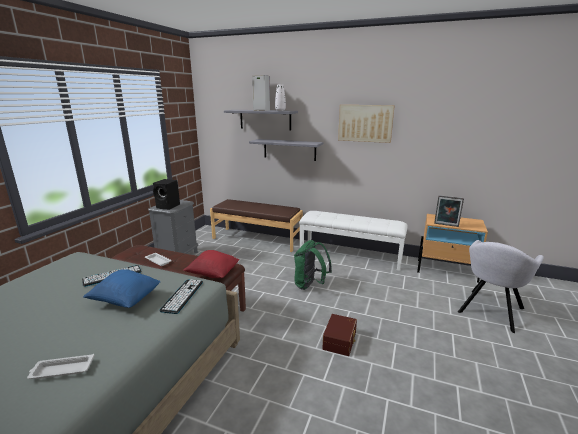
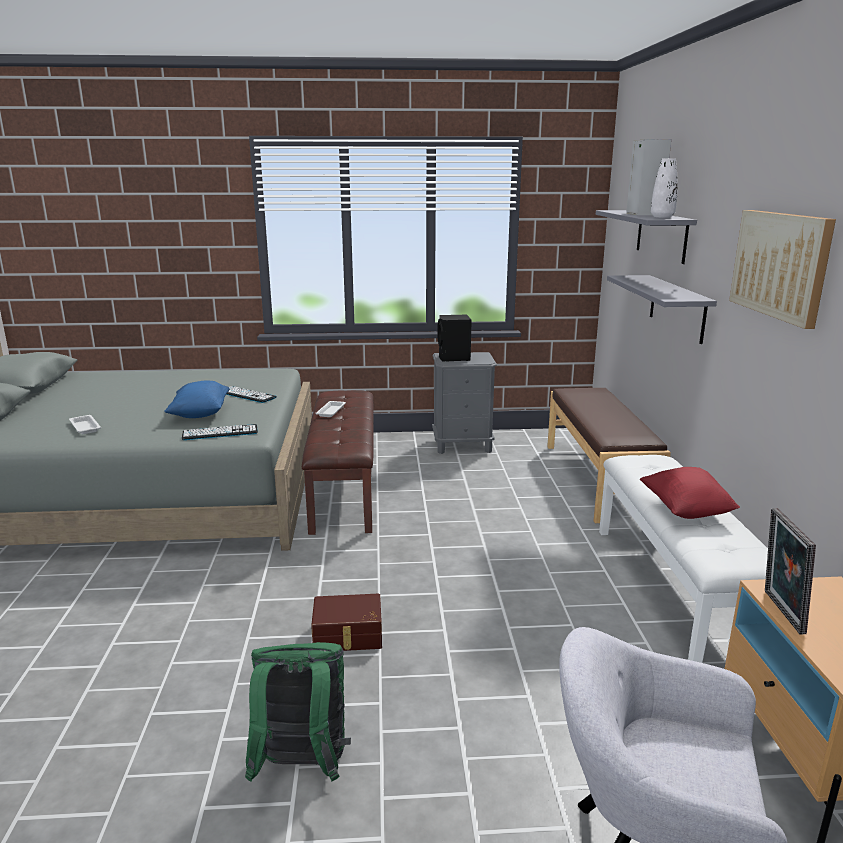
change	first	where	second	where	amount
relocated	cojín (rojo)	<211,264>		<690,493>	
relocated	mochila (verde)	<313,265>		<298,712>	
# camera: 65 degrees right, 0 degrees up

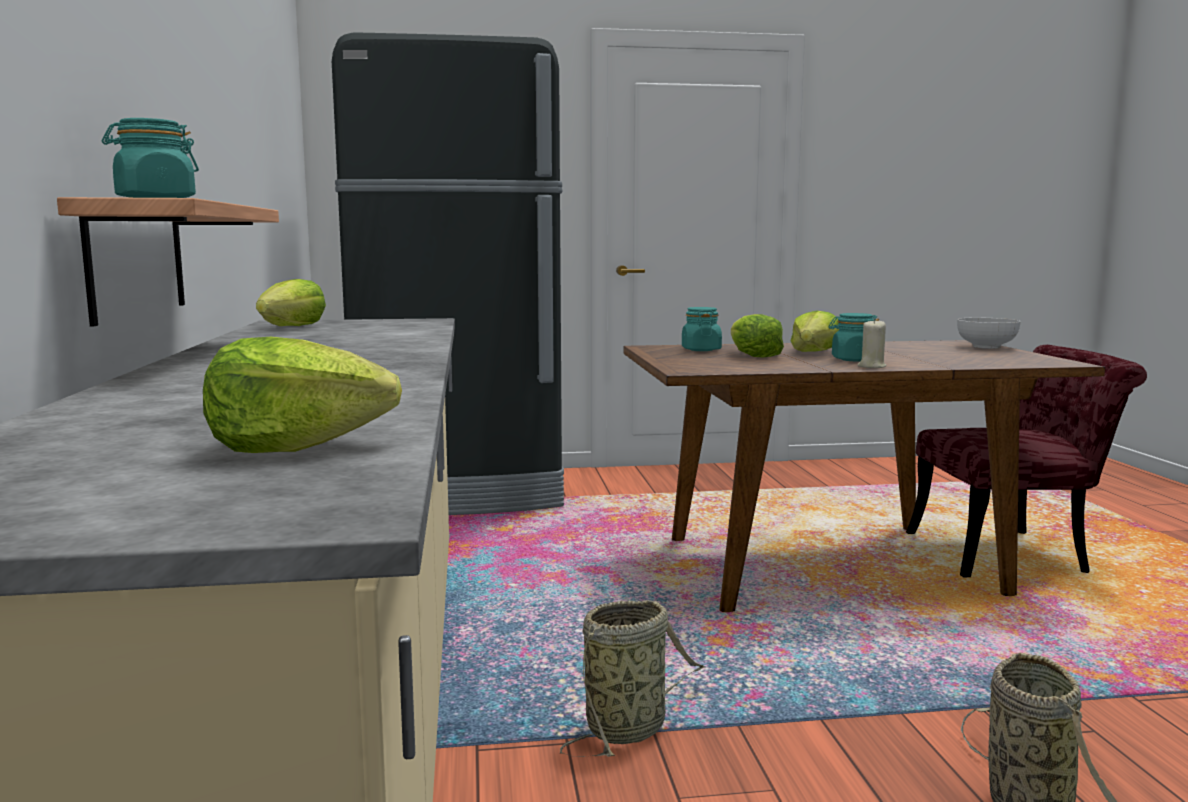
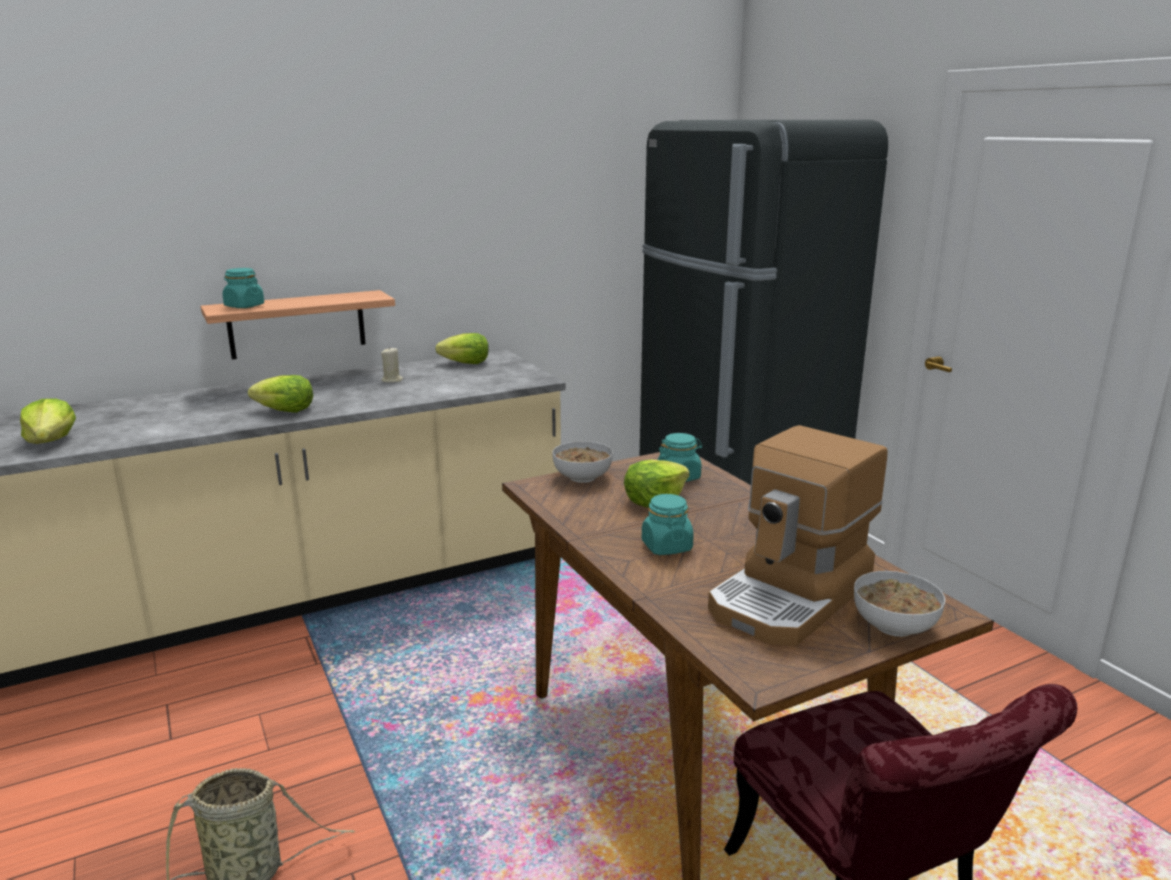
change	first	where	second	where	amount
missing	cesta	<632,678>			
relocated	lechuga	<815,331>		<280,394>	
relocated	vela (beis)	<872,343>		<392,365>	
appeared			cuenco	<582,462>	
appeared			cafetera	<798,535>	
# camera: 70 degrees right, 10 degrees up

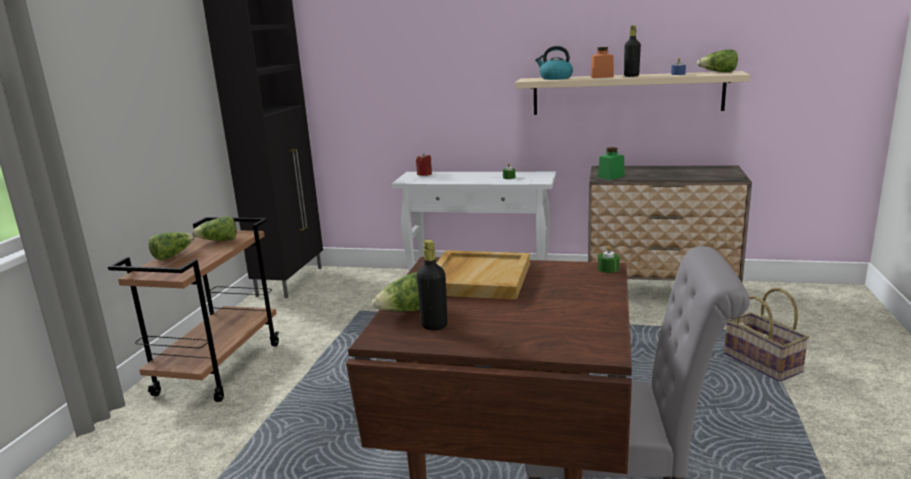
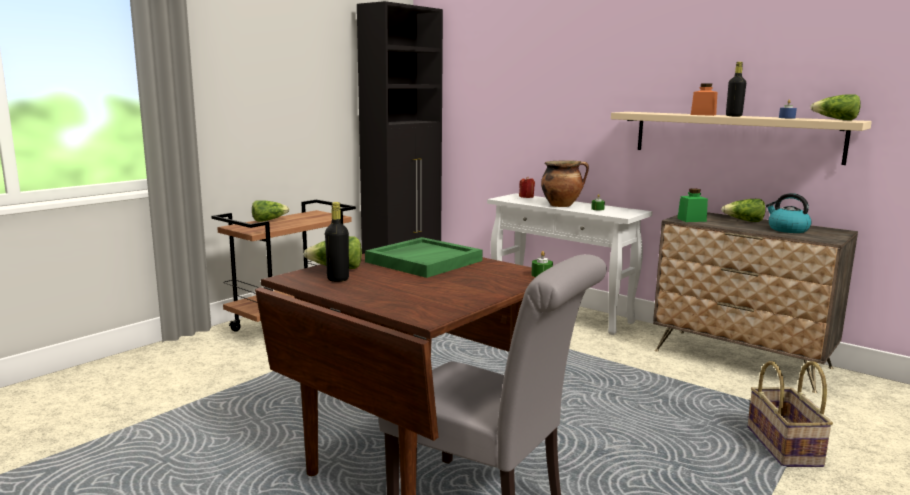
change	first	where	second	where	amount
relocated	lechuga	<214,228>		<743,210>	
colour	bandeja (beis)	<483,275>	bandeja (verde)	<424,257>	
relocated	hervidor	<554,63>		<789,213>	
appeared			olla	<565,183>	
# camera: 25 degrees right, 5 degrees down

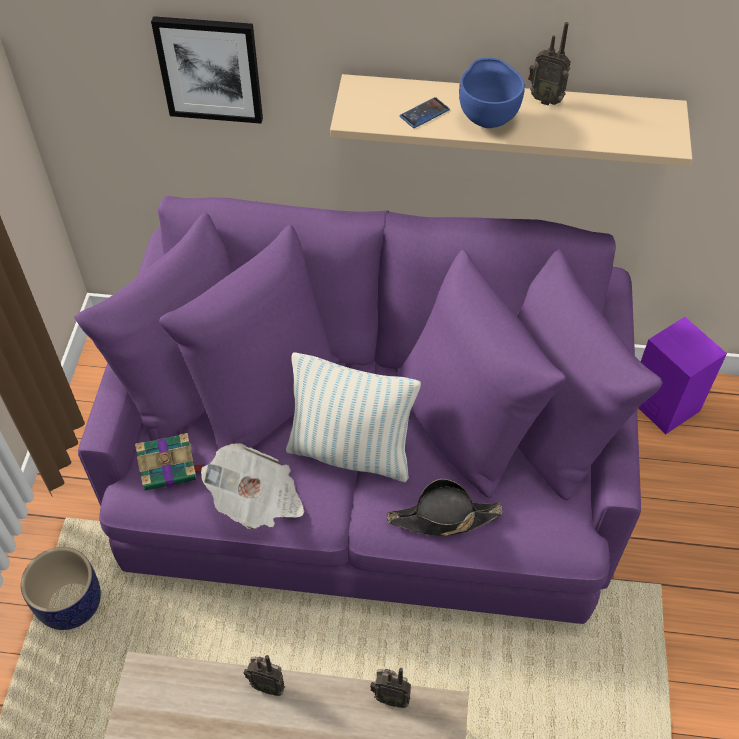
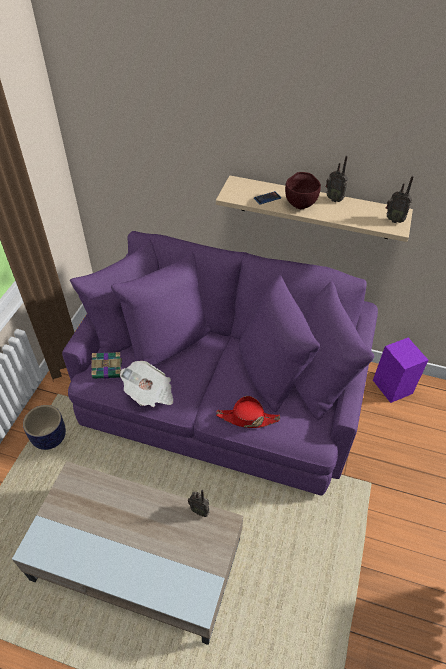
change	first	where	second	where	amount
missing	cuadro	<207,70>			
relocated	radio	<264,675>		<400,199>	
missing	cojín	<353,417>			
colour	sombrero (negro)	<445,507>	sombrero (rojo)	<248,412>	
colour	cuenco (azul)	<492,93>	cuenco (marrón)	<303,190>	
# camera: 10 degrees right, 5 degrees down

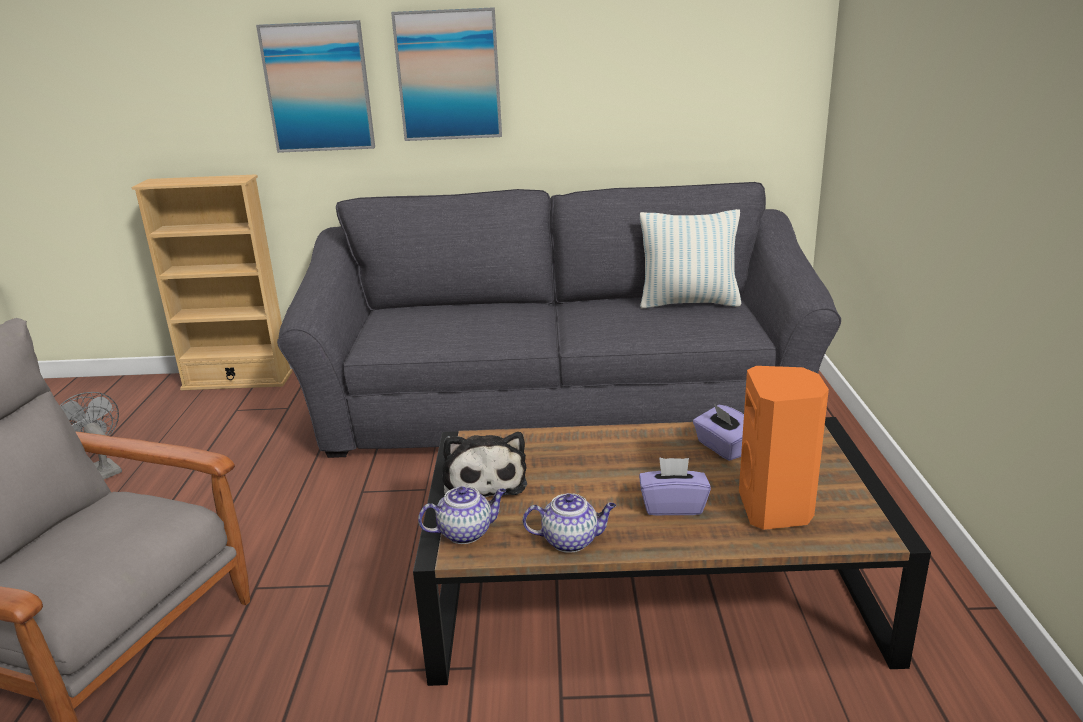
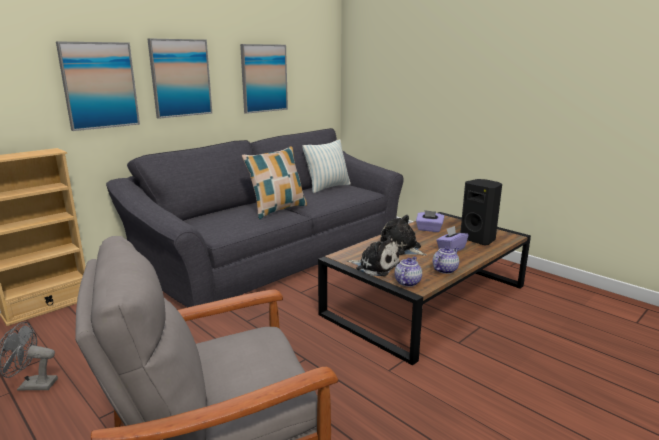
change	first	where	second	where	amount
colour	altavoz (naranja)	<784,448>	altavoz (negro)	<481,212>	
appeared			cuadro	<264,79>	
appeared			cojín	<274,182>	
appeared			peluche	<403,235>	
# camera: 45 degrees left, 5 degrees down

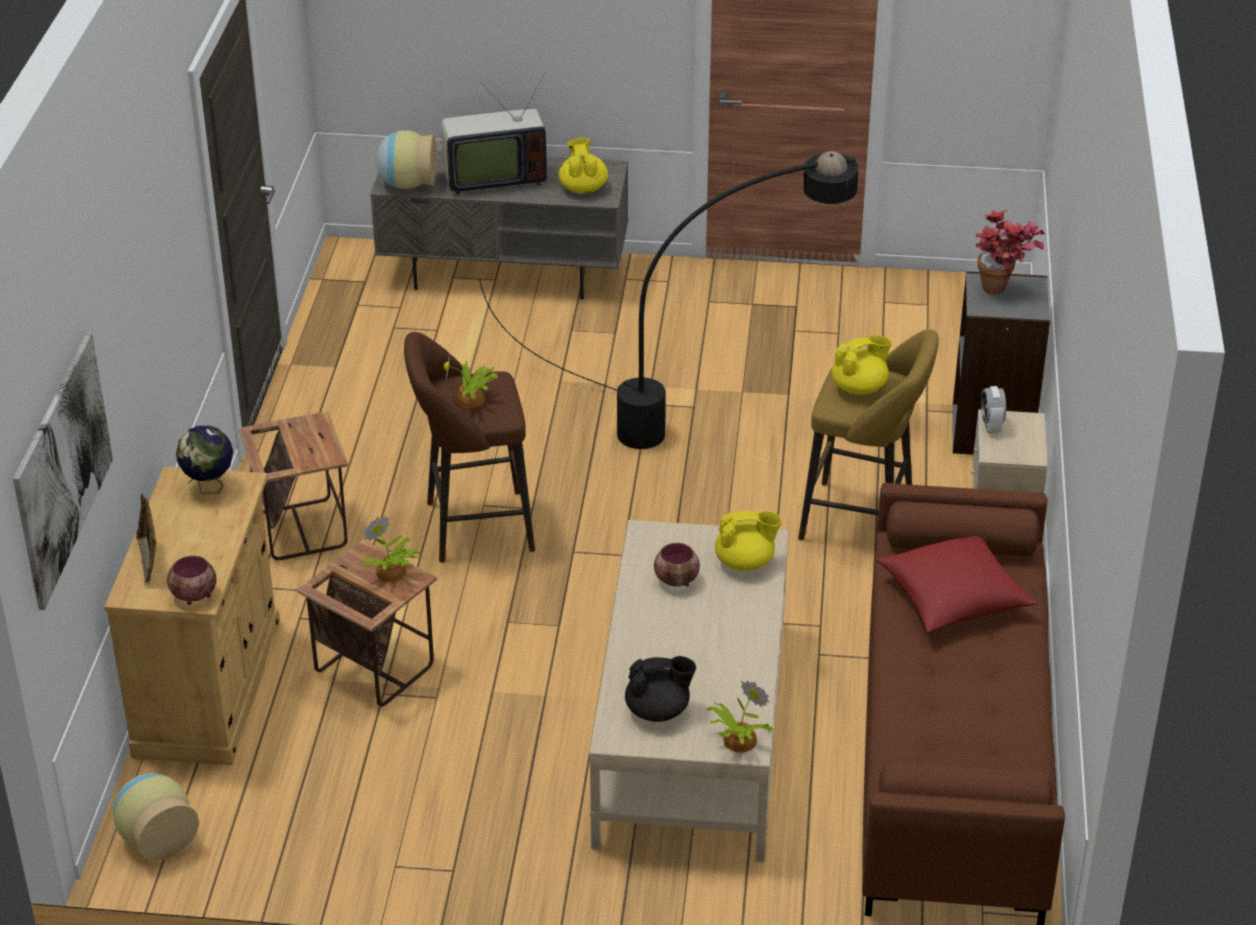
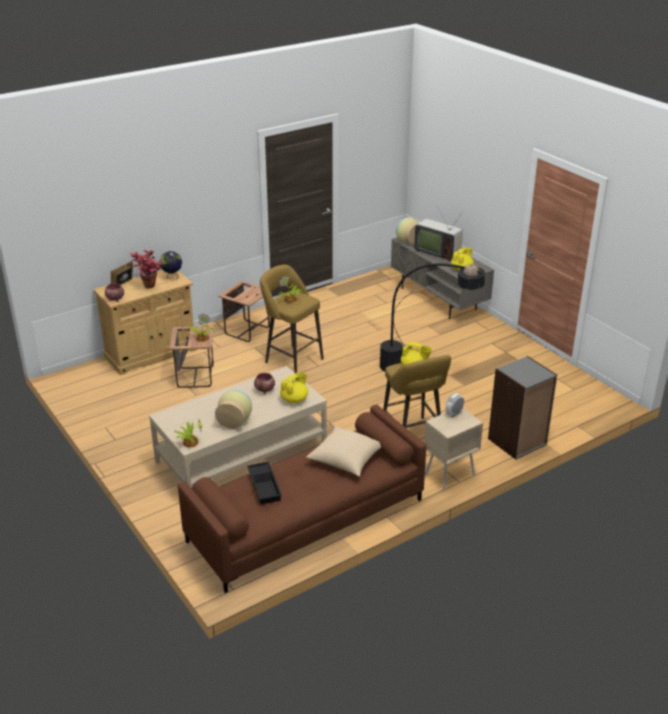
change	first	where	second	where	amount
missing	cuadro	<63,471>			
relocated	florero	<156,817>		<233,409>	
colour	taburete (marrón)	<469,447>	taburete (amarillo)	<292,318>	
missing	tetera (negro)	<660,689>			
spun	tetera (amarillo)	<748,541>		<294,387>	90 degrees counterclockwise
colour	cojín (rojo)	<956,584>	cojín (beis)	<343,451>	
relocated	planta en maceta	<1009,252>		<146,269>	
appeared			bandeja (negro)	<264,482>	
# camera: 50 degrees right, 5 degrees down

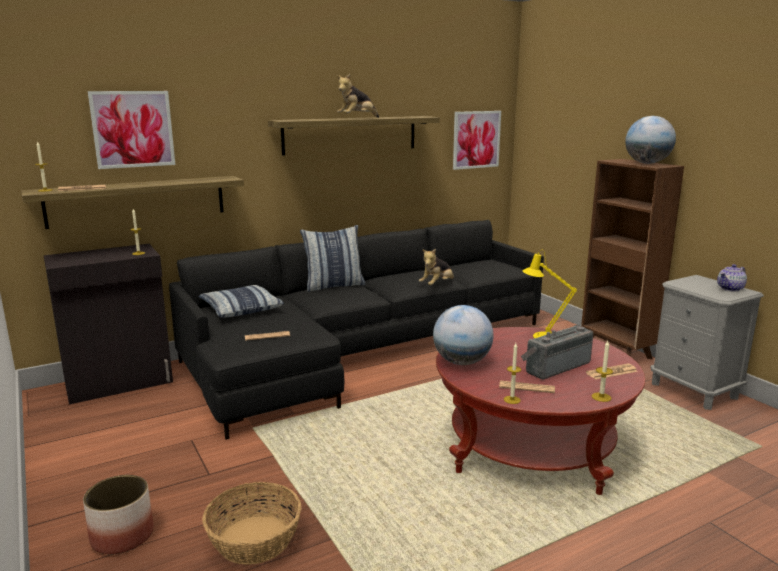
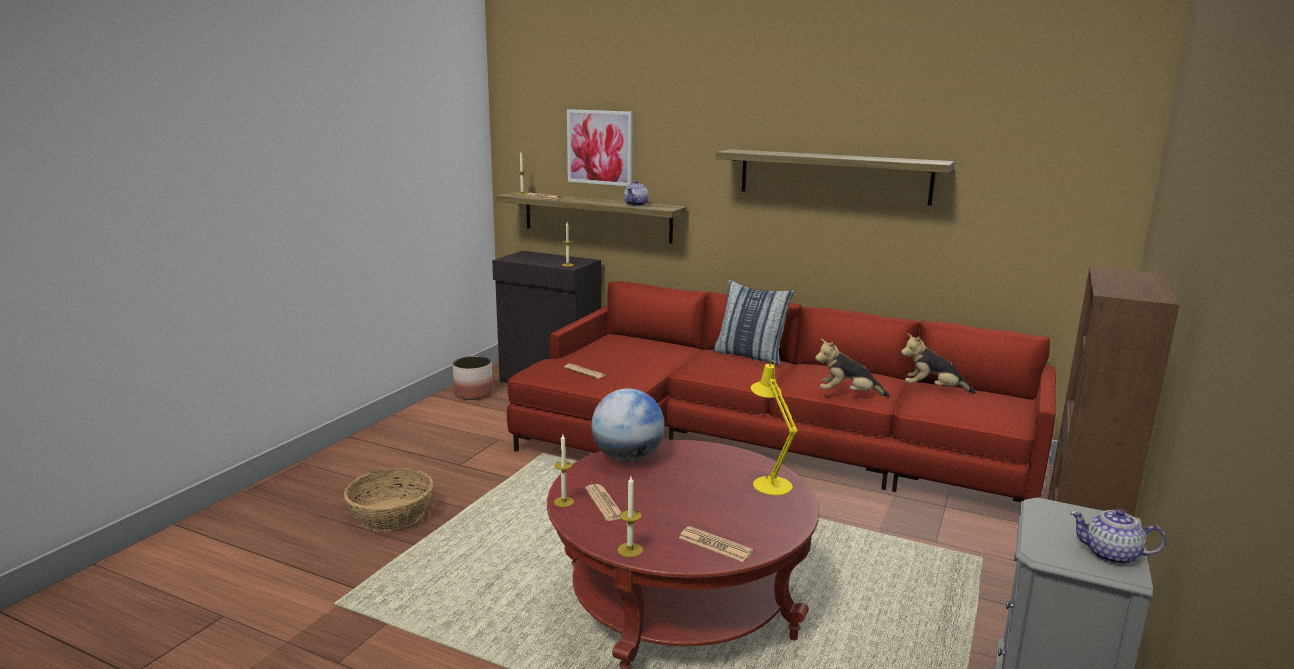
change	first	where	second	where	amount
relocated	maceta	<118,514>		<472,378>	
colour	sofá (negro)	<356,330>	sofá (rojo)	<781,391>	
missing	cojín	<241,301>			
relocated	peluche	<358,96>		<938,363>	
missing	cuadro	<477,140>			
missing	radio	<557,352>			
missing	globo terráqueo	<650,140>			
appeared			tetera	<636,193>	
# camera: 55 degrees right, 0 degrees up

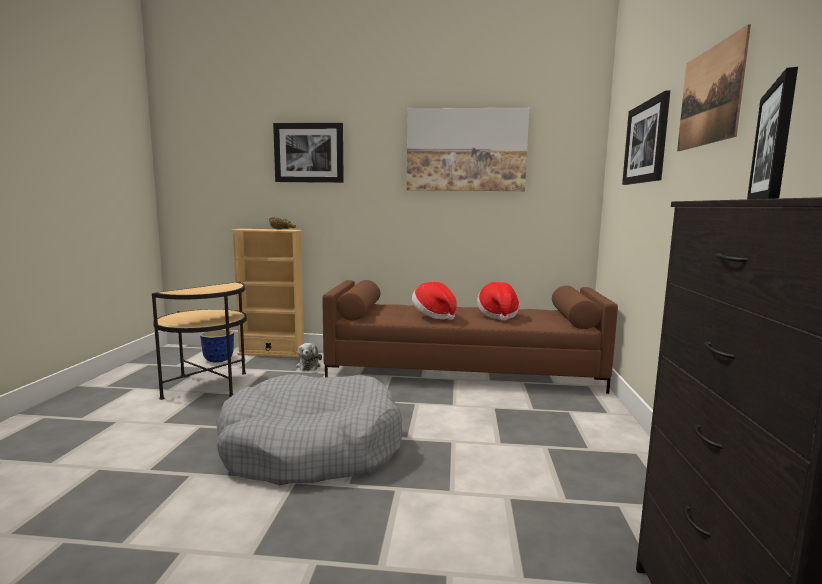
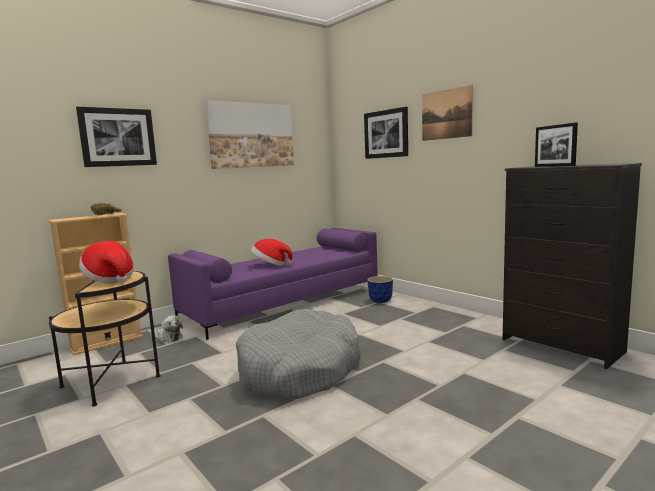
change	first	where	second	where	amount
relocated	maceta	<217,345>		<380,289>	
colour	sofá (marrón)	<470,337>	sofá (morado)	<273,284>	
relocated	sombrero	<498,301>		<106,262>	
# camera: 45 degrees left, 0 degrees up

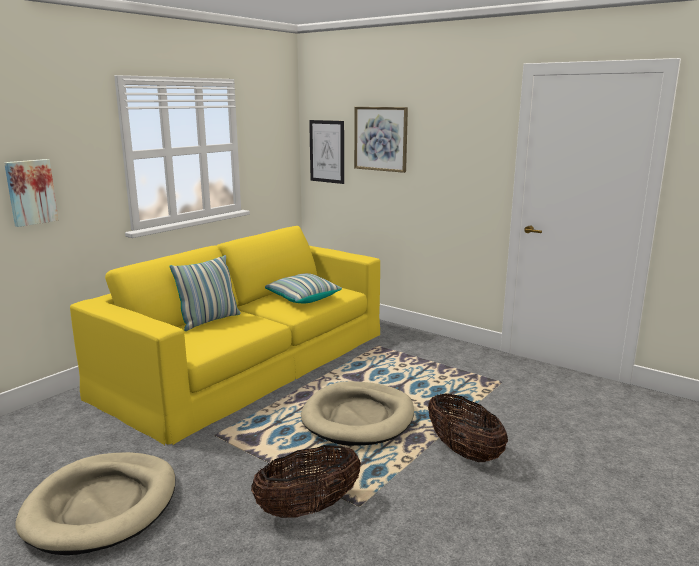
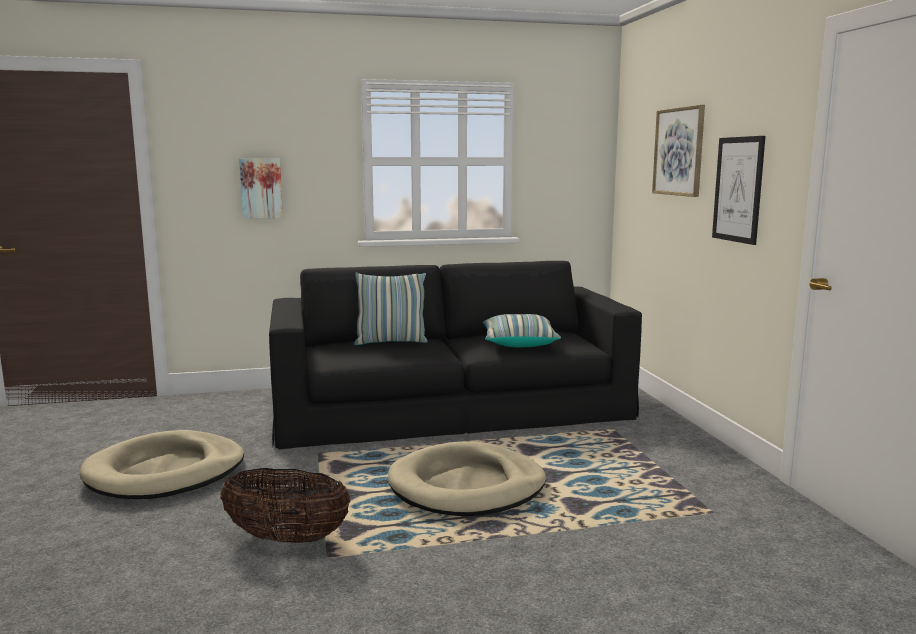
change	first	where	second	where	amount
colour	sofá (amarillo)	<225,335>	sofá (negro)	<455,355>	
relocated	cuadro	<326,152>		<738,190>	
missing	cesta	<468,427>			
# camera: 40 degrees right, 5 degrees down

